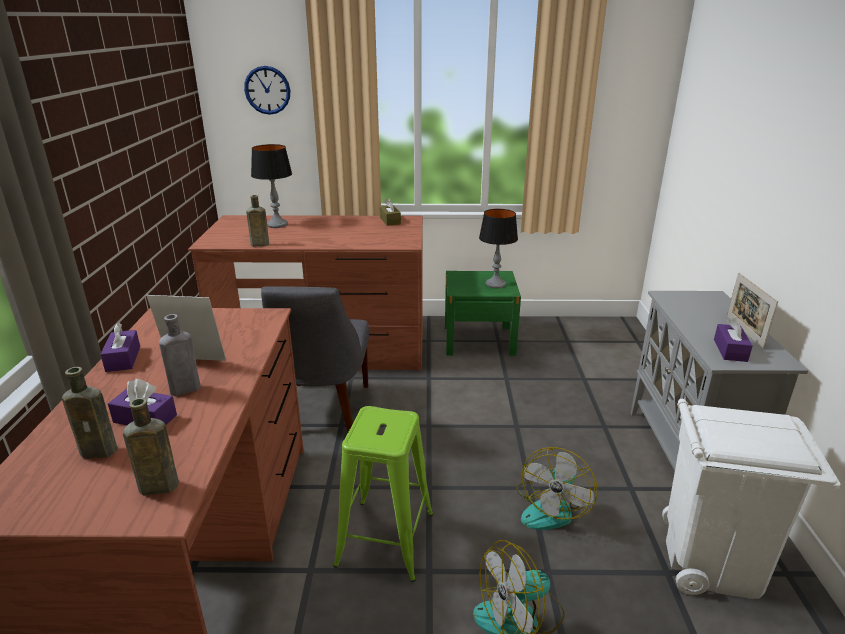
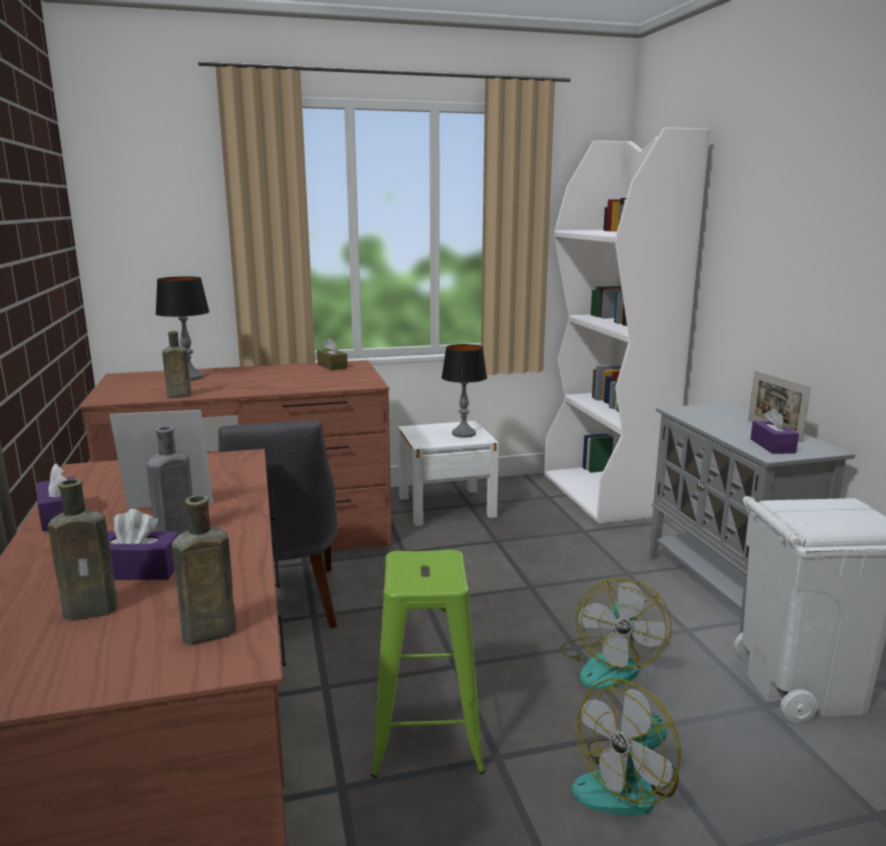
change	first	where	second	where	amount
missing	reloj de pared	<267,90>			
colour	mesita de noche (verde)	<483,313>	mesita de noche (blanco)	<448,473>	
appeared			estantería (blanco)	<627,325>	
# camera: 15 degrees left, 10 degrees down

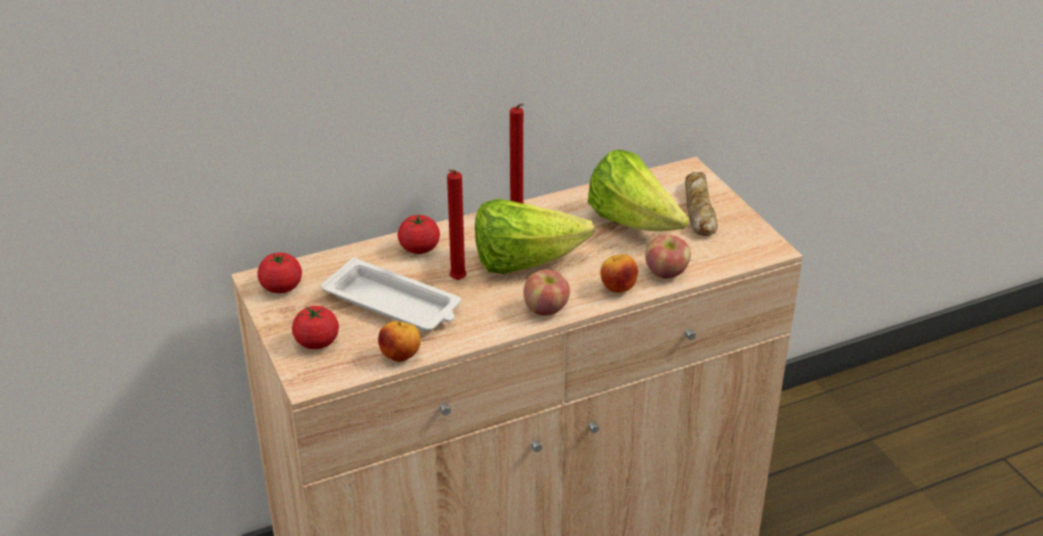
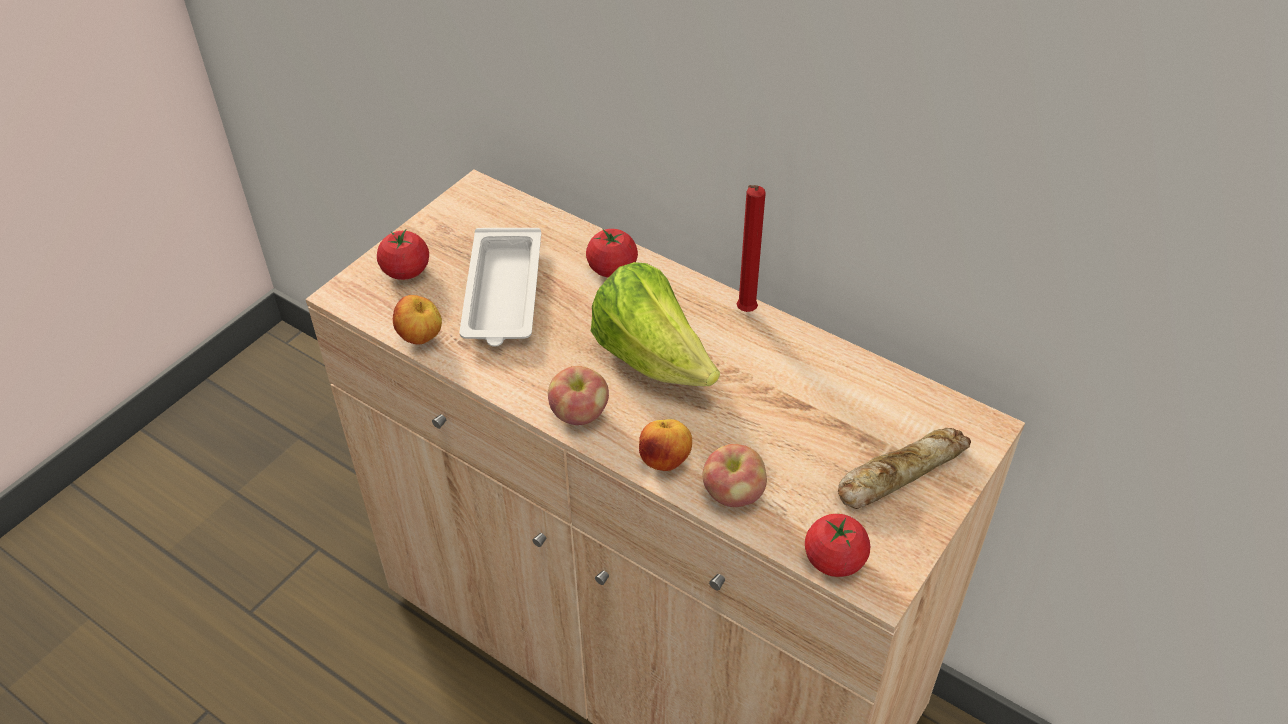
change	first	where	second	where	amount
relocated	tomate	<279,273>		<837,545>	
missing	vela (rojo)	<457,224>			
missing	lechuga	<638,190>			
# camera: 60 degrees right, 10 degrees up

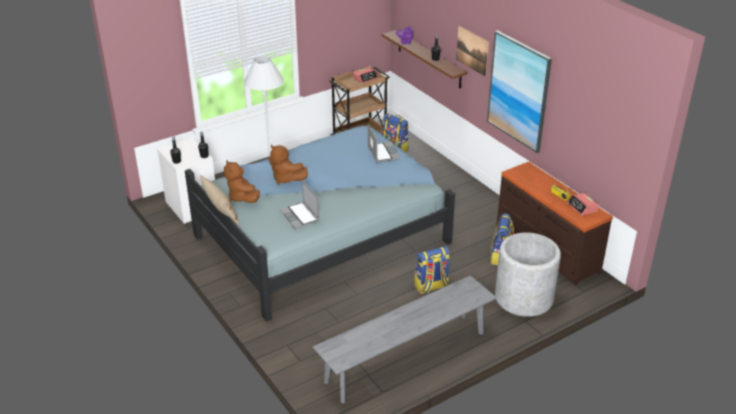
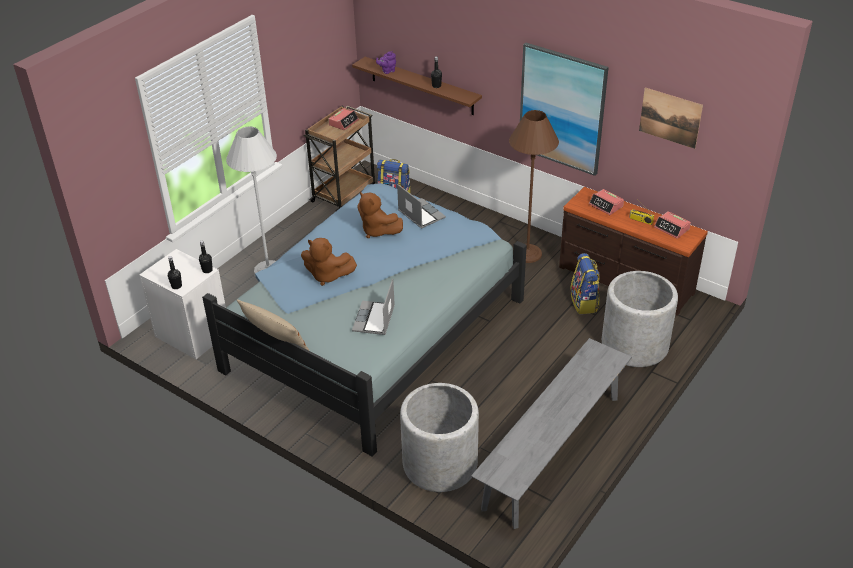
change	first	where	second	where	amount
relocated	peluche (marrón)	<242,181>		<380,215>	
spun	portátil	<299,204>		<373,307>	60 degrees clockwise
missing	mochila	<432,270>			
relocated	cuadro	<472,51>		<671,118>	
appeared			maceta (gris)	<439,437>	
appeared			lámpara de pie (marrón)	<534,186>	
appeared			despertador	<606,202>	
# camera: 20 degrees left, 5 degrees up

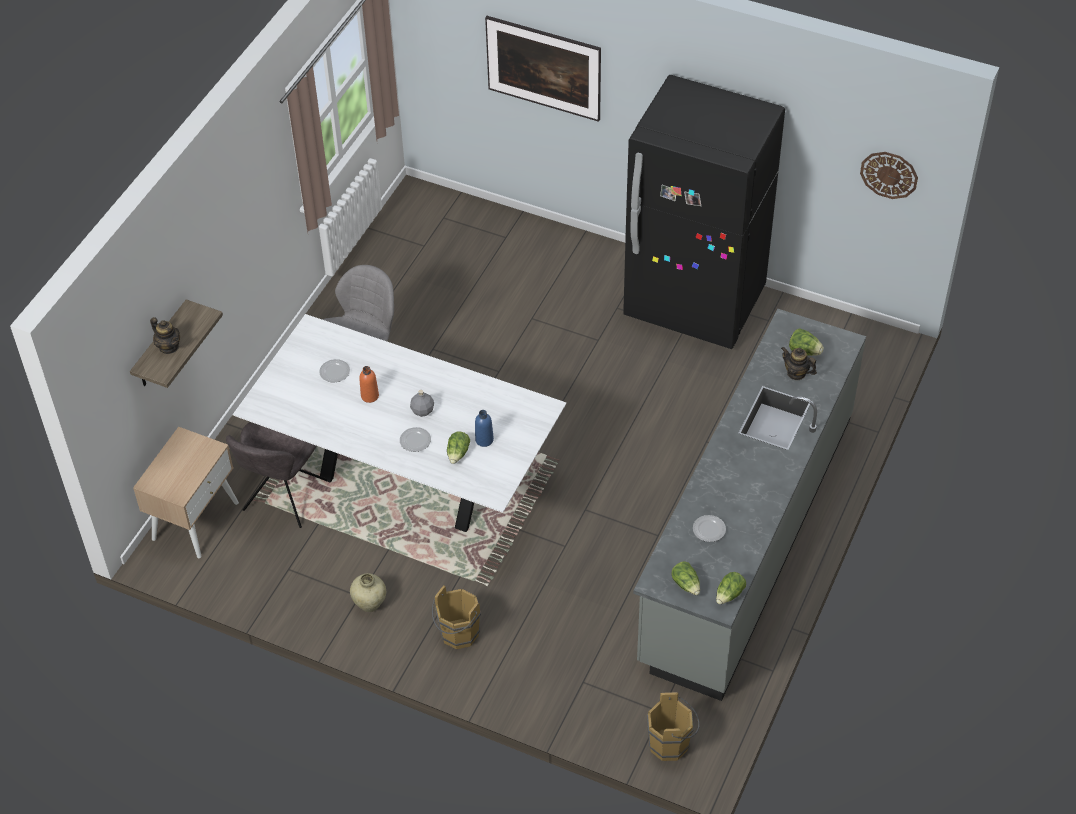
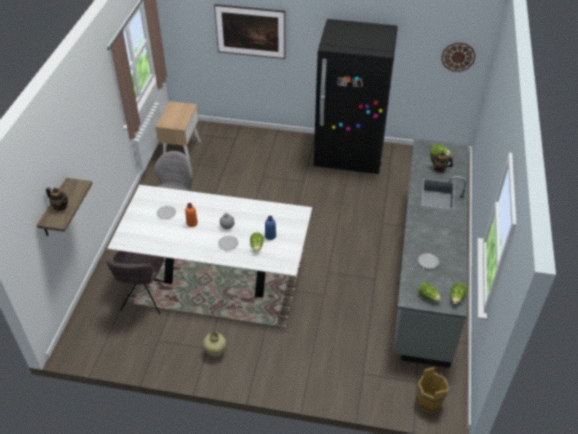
change	first	where	second	where	amount
relocated	mesita de noche (beis)	<186,492>		<178,130>	
missing	cubo (marrón)	<456,617>			
# camera: 15 degrees left, 5 degrees down

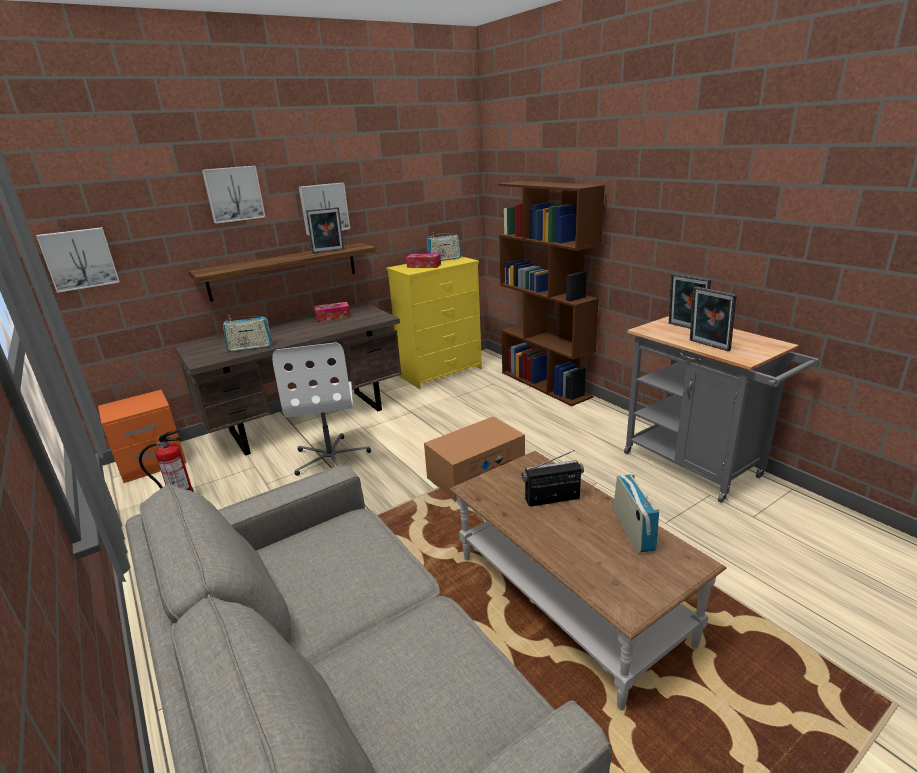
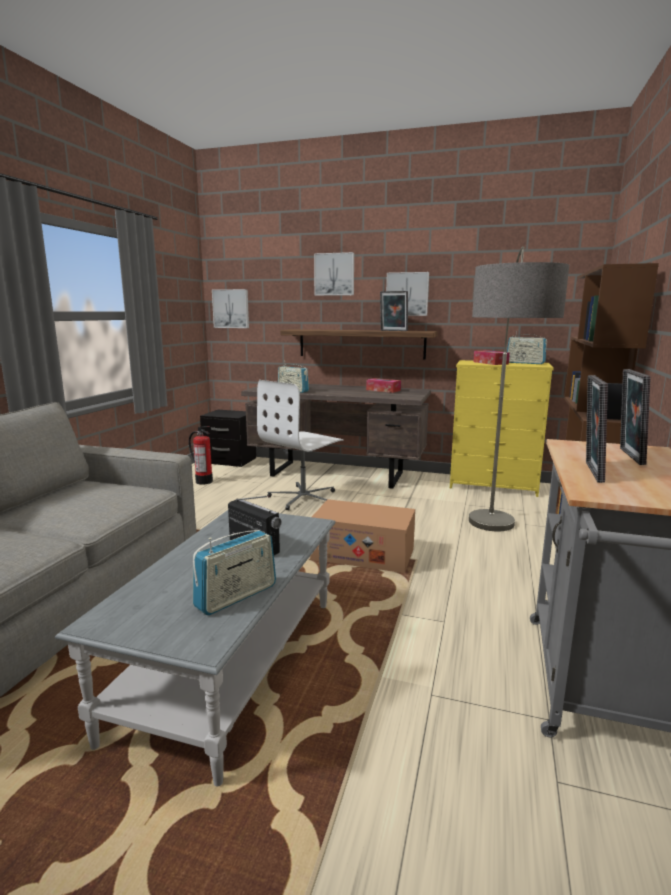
change	first	where	second	where	amount
colour	mesita de noche (naranja)	<142,436>	mesita de noche (negro)	<228,438>	
colour	mesa de centro (marrón)	<588,580>	mesa de centro (gris)	<195,648>	
appeared			lámpara de pie	<519,388>	
# camera: 50 degrees right, 10 degrees down

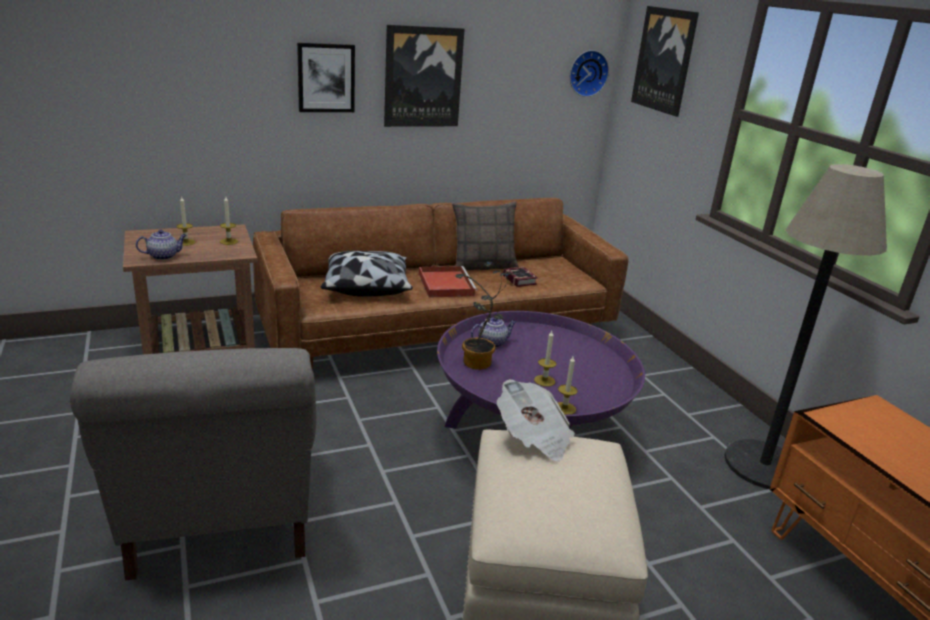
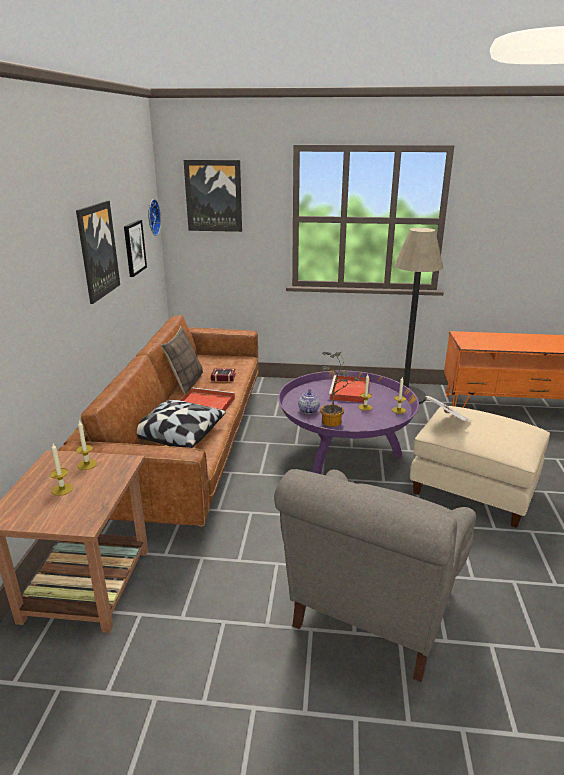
change	first	where	second	where	amount
spun	sillón (gris)	<193,464>		<375,575>	105 degrees clockwise
missing	tetera	<161,245>			
relocated	cuadro	<326,77>		<135,248>	
appeared			bandeja (rojo)	<349,389>	
# camera: 60 degrees left, 0 degrees up

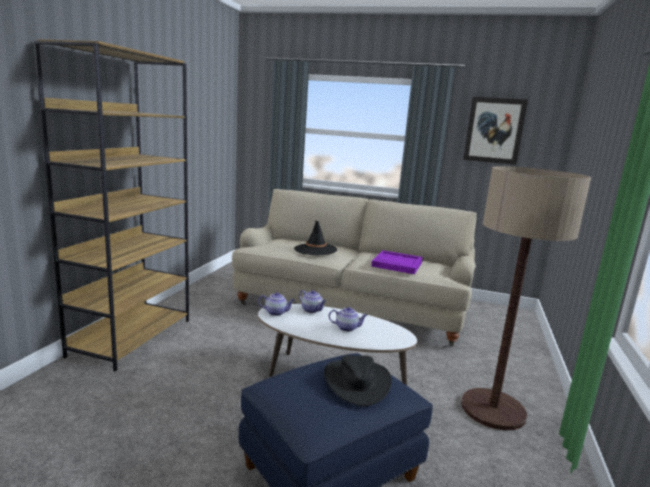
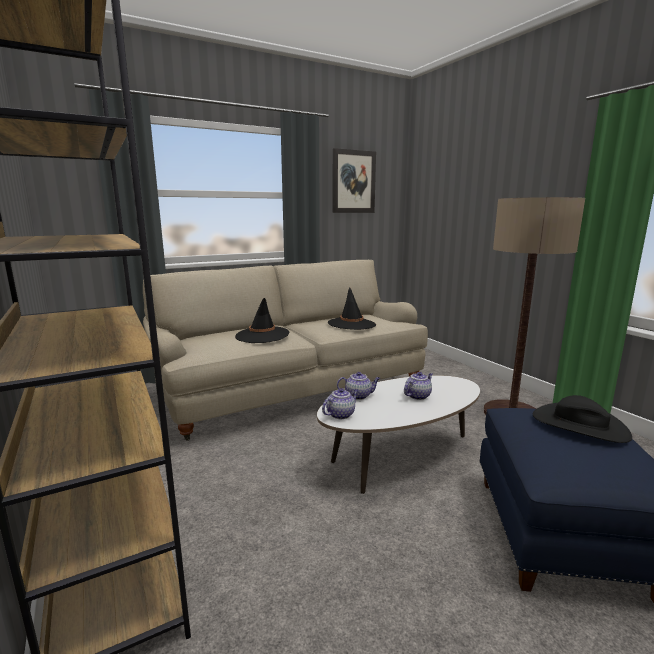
change	first	where	second	where	amount
exchanged	bandeja (morado)	<397,262>	sombrero (negro)	<352,309>	
# camera: 45 degrees left, 0 degrees up

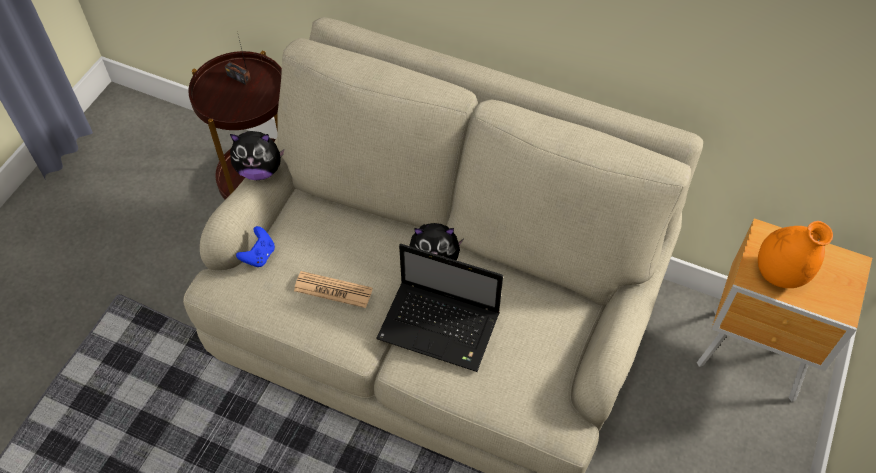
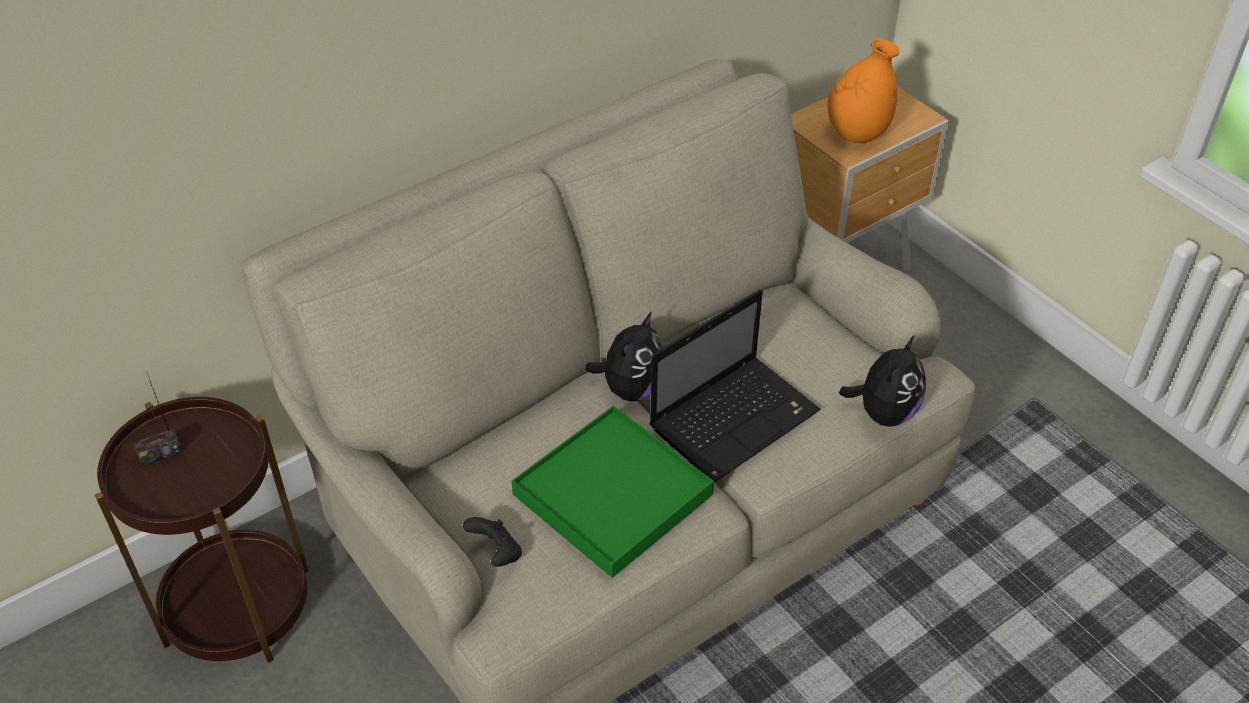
change	first	where	second	where	amount
relocated	peluche	<257,155>		<882,381>	
colour	mando de consola (azul)	<255,246>	mando de consola (negro)	<492,542>	
exchanged	periódico	<333,289>	bandeja (verde)	<613,492>	
# camera: 60 degrees left, 10 degrees down

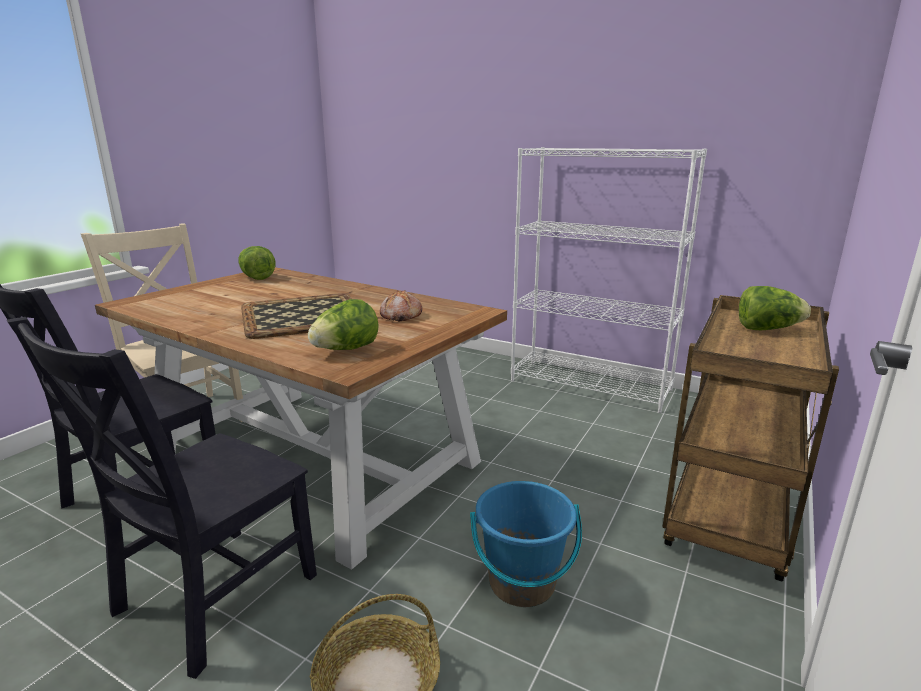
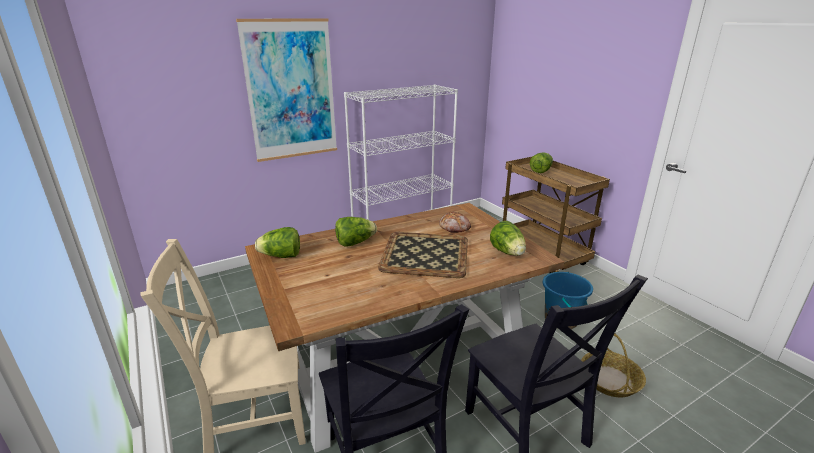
change	first	where	second	where	amount
appeared			cuadro	<286,90>	
appeared			lechuga	<356,231>	
# camera: 60 degrees left, 5 degrees up

